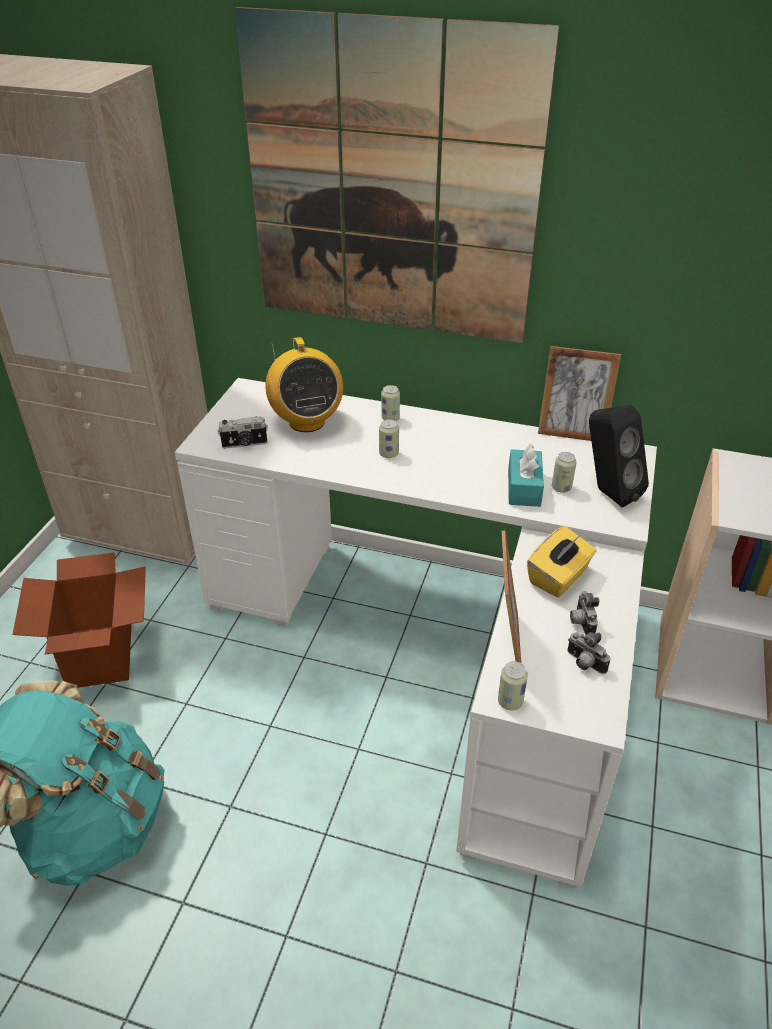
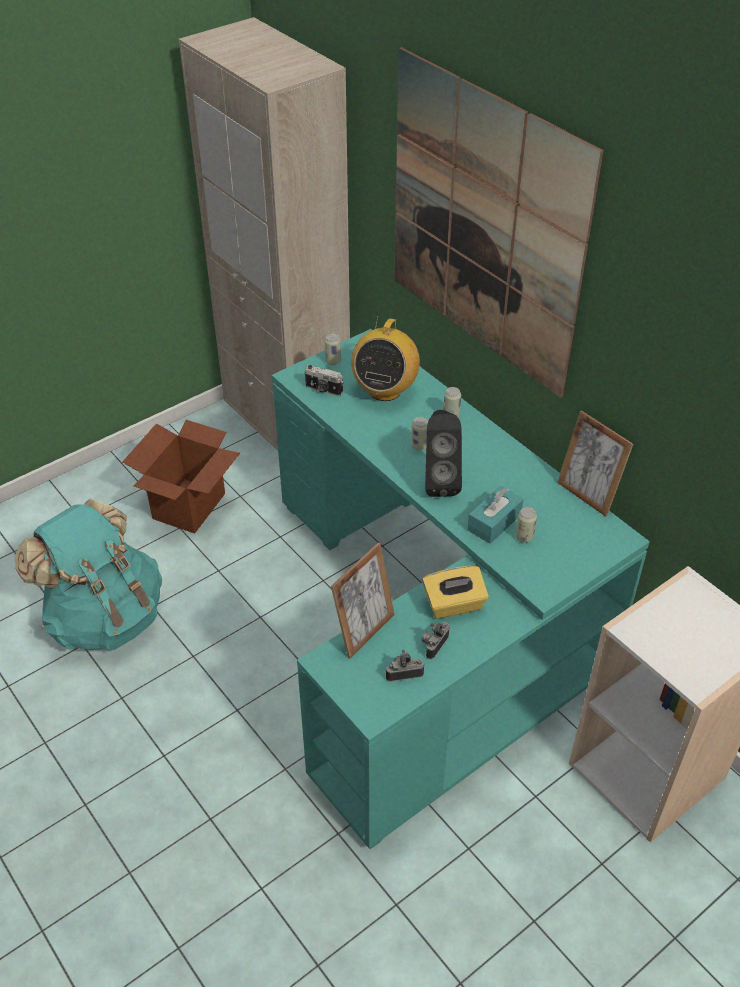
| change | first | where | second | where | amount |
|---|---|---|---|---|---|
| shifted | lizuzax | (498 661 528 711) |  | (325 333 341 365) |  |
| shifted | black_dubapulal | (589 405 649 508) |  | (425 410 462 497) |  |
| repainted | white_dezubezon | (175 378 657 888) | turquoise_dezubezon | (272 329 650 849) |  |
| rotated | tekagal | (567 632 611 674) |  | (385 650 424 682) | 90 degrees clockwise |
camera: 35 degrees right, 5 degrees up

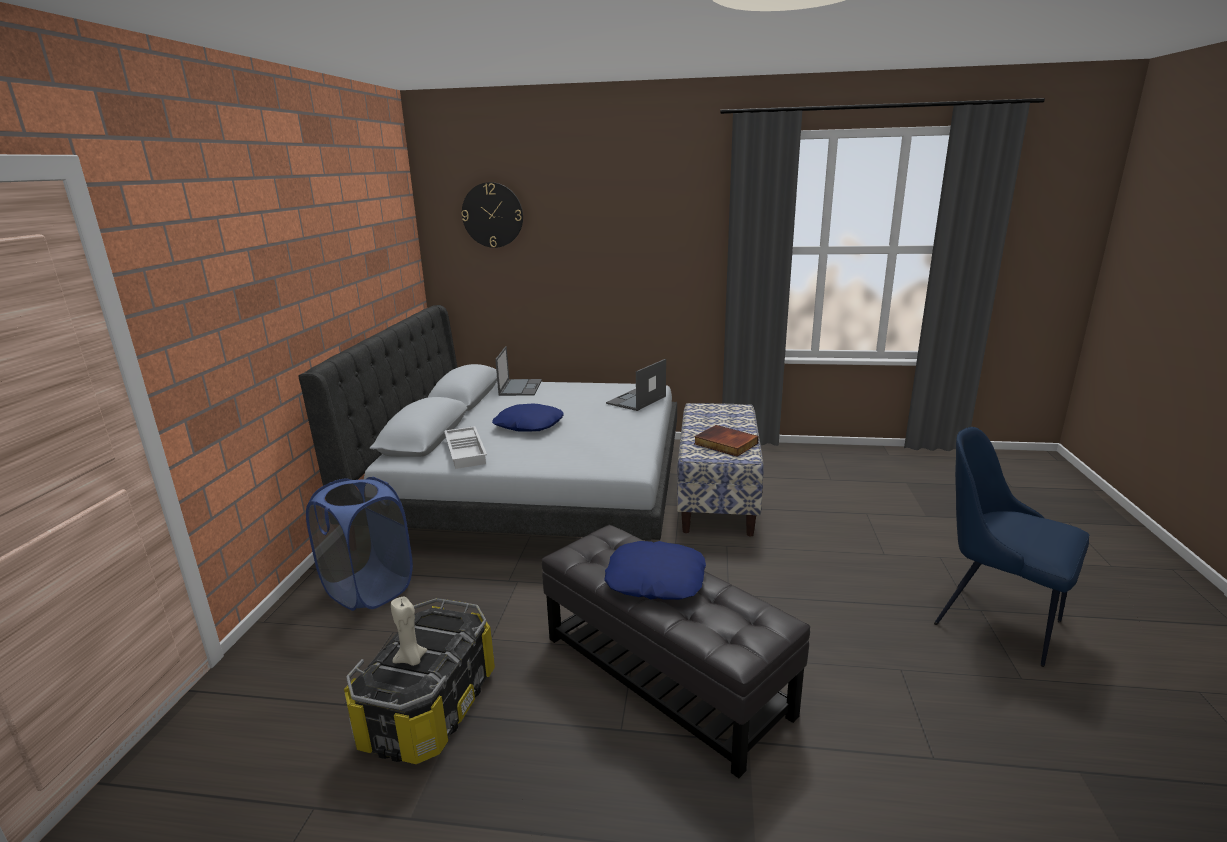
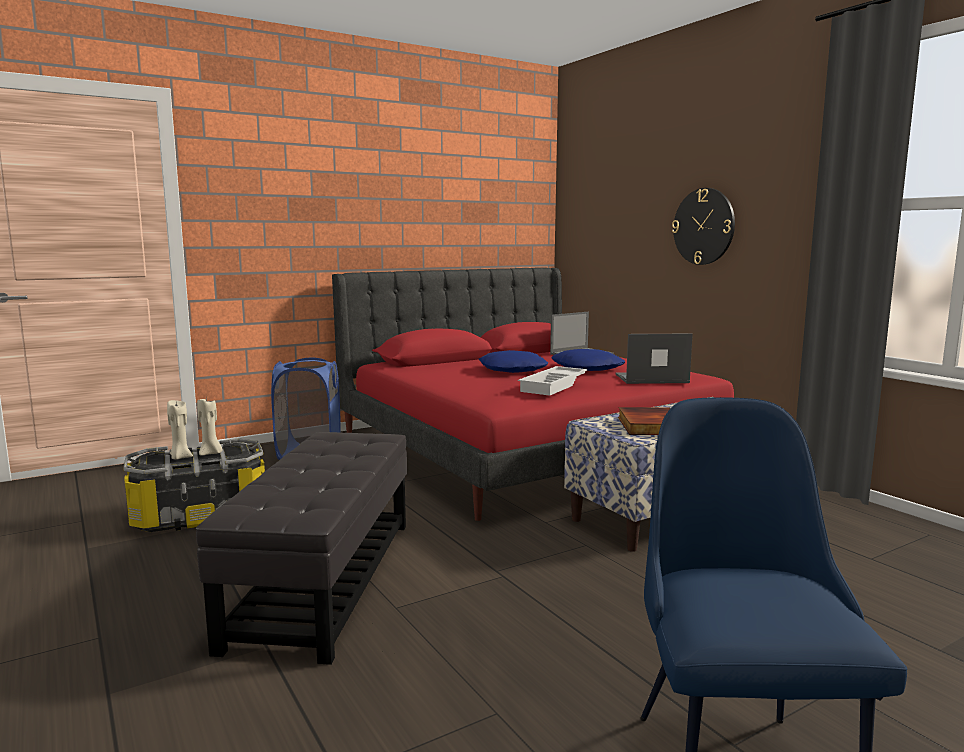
| change | first | where | second | where | amount |
|---|---|---|---|---|---|
| new |  |  | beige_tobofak | (197 399 222 456) |  |
| shifted | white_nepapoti | (444 426 487 469) |  | (518 366 587 396) |  |
| shifted | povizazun | (461 182 523 248) |  | (672 188 735 265) |  |
| shifted | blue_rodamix | (604 541 706 600) |  | (551 349 625 371) |  |
| repainted | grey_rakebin | (299 305 677 541) | red_rakebin | (332 267 734 521) |  |
camera: 50 degrees right, 10 degrees down

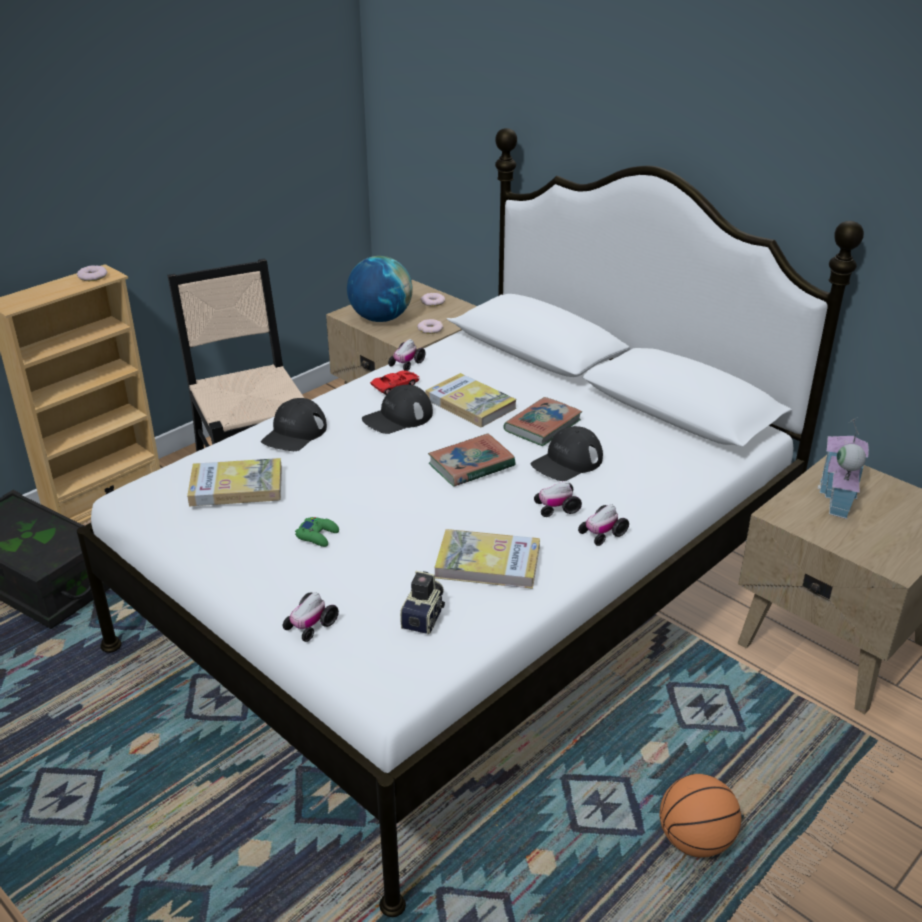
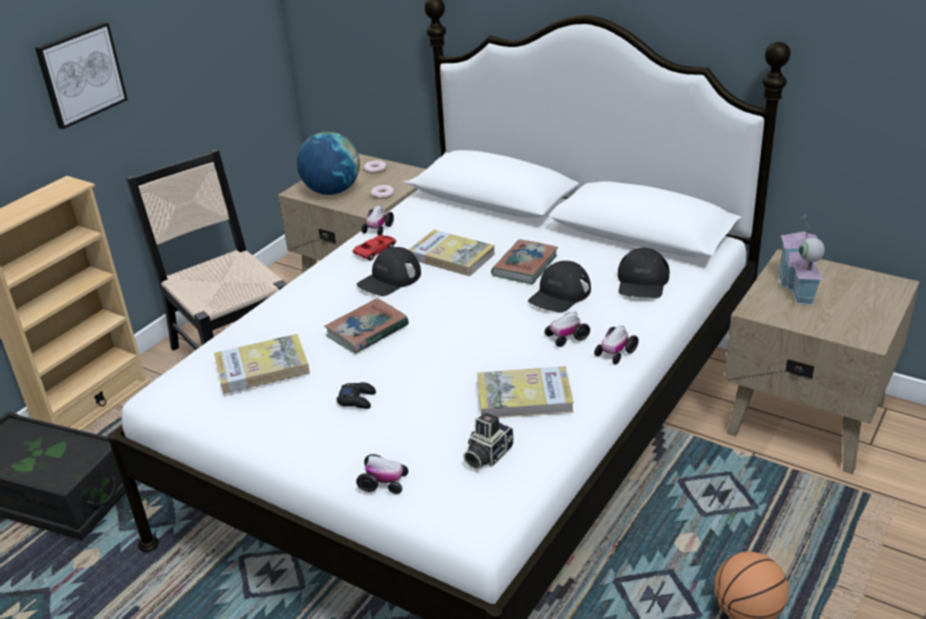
| change | first | where | second | where | amount |
|---|---|---|---|---|---|
| gone | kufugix | (77 266 107 281) |  |  |  |
| new |  |  | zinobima | (35 22 128 129) |  |
| shifted | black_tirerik | (261 398 327 451) |  | (618 248 670 298) |  |
| shifted | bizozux | (428 433 515 487) |  | (324 298 409 354) |  |
| repainted | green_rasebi | (295 517 339 547) | black_rasebi | (336 382 376 409) |  |
| rotated | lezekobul | (283 592 339 642) |  | (356 454 408 494) | 105 degrees counterclockwise |
| rotated | tekagal | (400 571 445 634) |  | (463 412 513 470) | 150 degrees counterclockwise |
camera: 10 degrees left, 0 degrees up

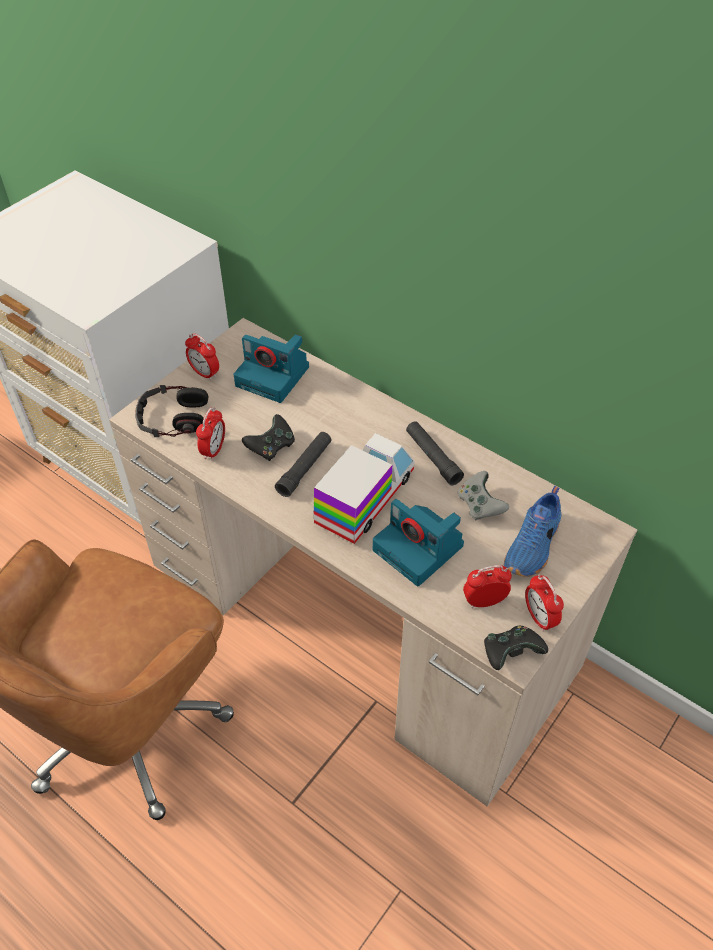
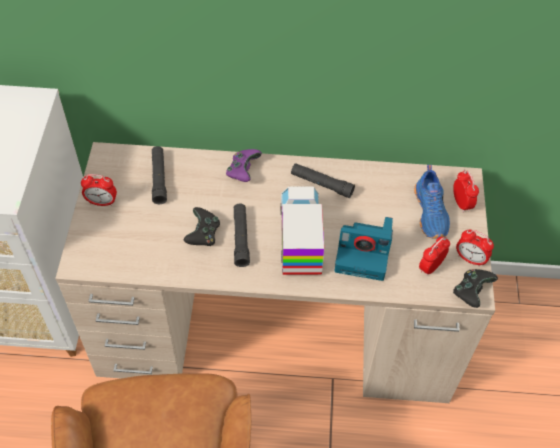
| change | first | where | second | where | amount |
|---|---|---|---|---|---|
| gone | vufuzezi | (135 385 208 437) |  |  |  |
| gone | grey_rasebi | (458 471 509 521) |  |  |  |
| new |  |  | purple_rasebi | (226 149 262 182) |  |
| shifted | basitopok | (196 407 225 461) |  | (453 170 479 213) |  |
| swapped | tekagal | (233 335 309 403) | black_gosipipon | (152 146 167 204) |  |
camera: 35 degrees left, 5 degrees up

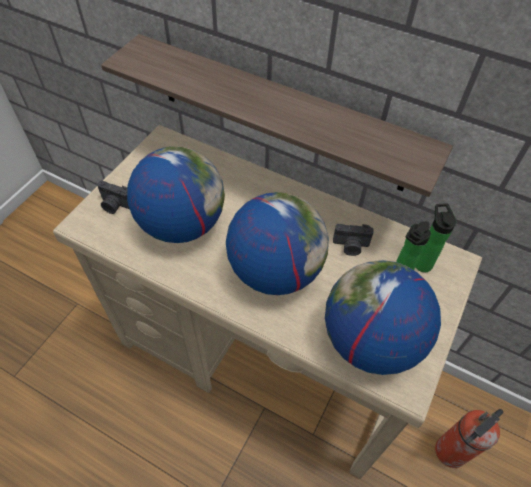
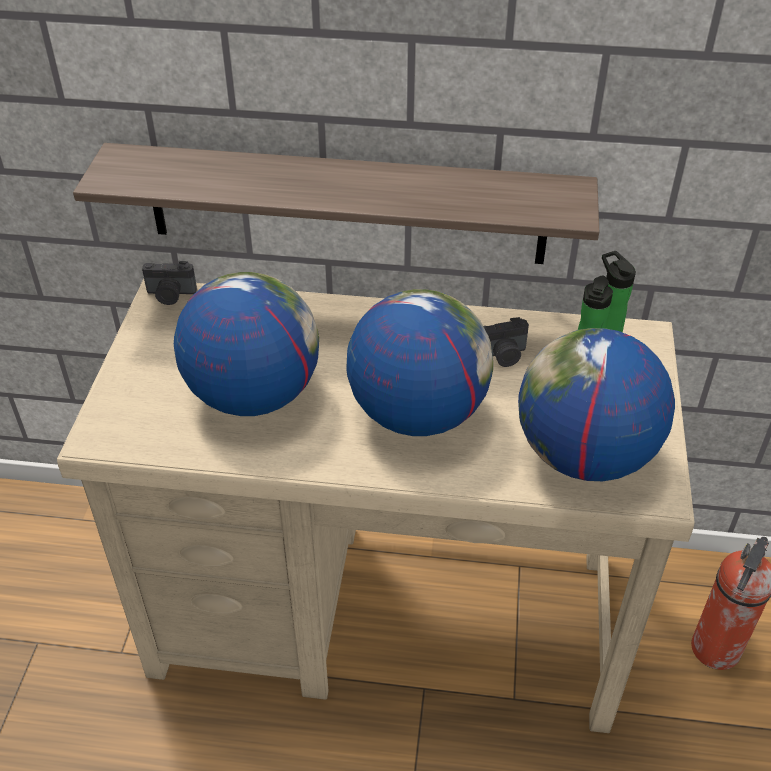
| change | first | where | second | where | amount |
|---|---|---|---|---|---|
| shifted | tekagal | (97 181 129 214) |  | (142 261 197 305) |  |
camera: 20 degrees left, 10 degrees down

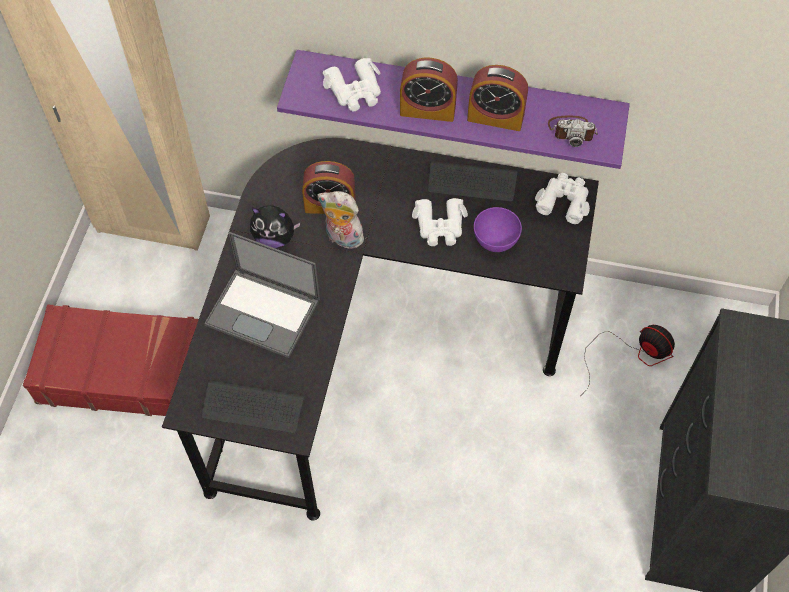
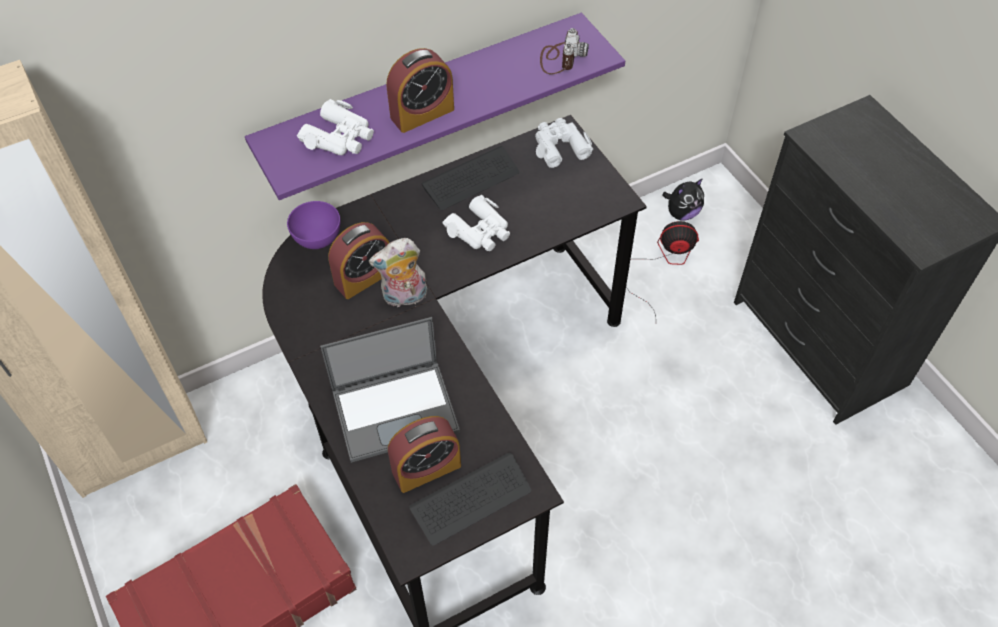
| change | first | where | second | where | amount |
|---|---|---|---|---|---|
| shifted | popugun | (250 206 300 248) |  | (662 178 704 221) |  |
| shifted | basitopok | (467 65 528 131) |  | (388 416 461 493) |  |
| shifted | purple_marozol | (474 207 522 252) |  | (287 201 340 249) |  |
| rotated | tekagal | (548 116 598 147) |  | (540 28 589 74) | 45 degrees counterclockwise |
camera: 40 degrees left, 5 degrees down

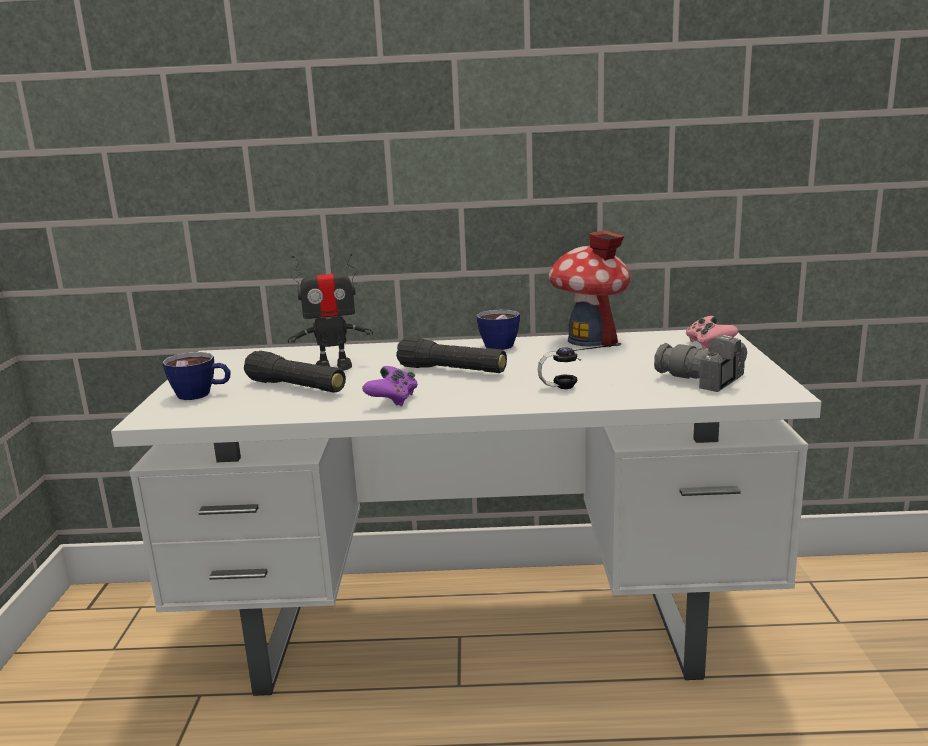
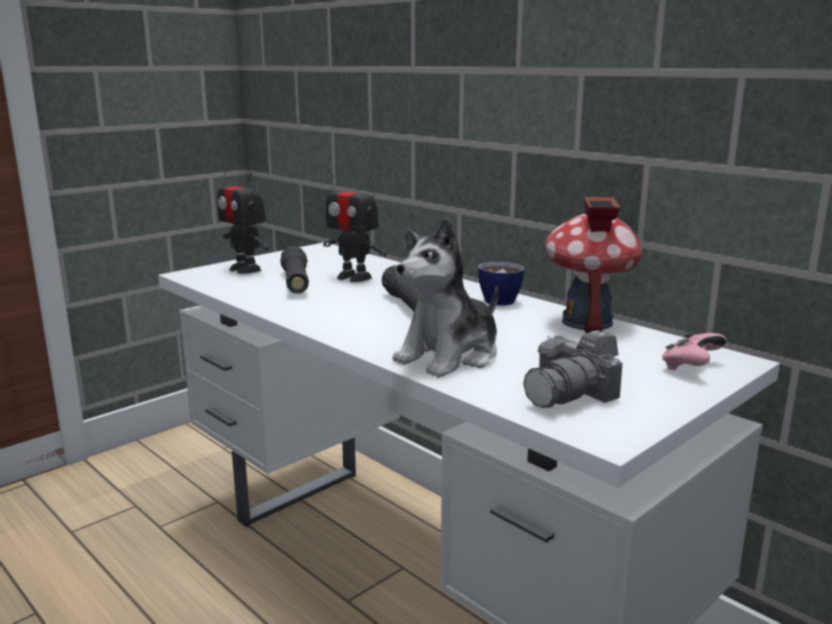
| change | first | where | second | where | amount |
|---|---|---|---|---|---|
| gone | purple_rasebi | (362 366 418 407) |  |  |  |
| swapped | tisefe | (162 352 230 400) | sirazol | (217 165 269 274) |  |
| swapped | vufuzezi | (538 343 621 389) | popugun | (392 218 498 378) |  |
| rotated | tekagal | (654 335 747 392) |  | (523 331 622 408) | 120 degrees counterclockwise |
camera: 45 degrees right, 0 degrees up

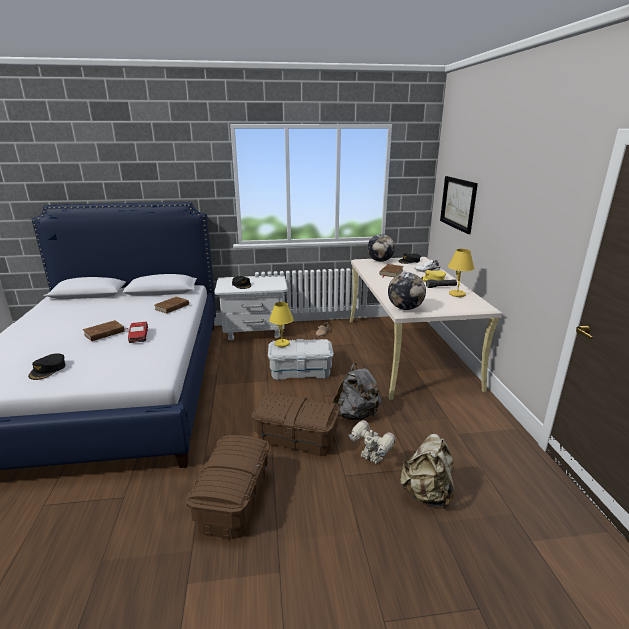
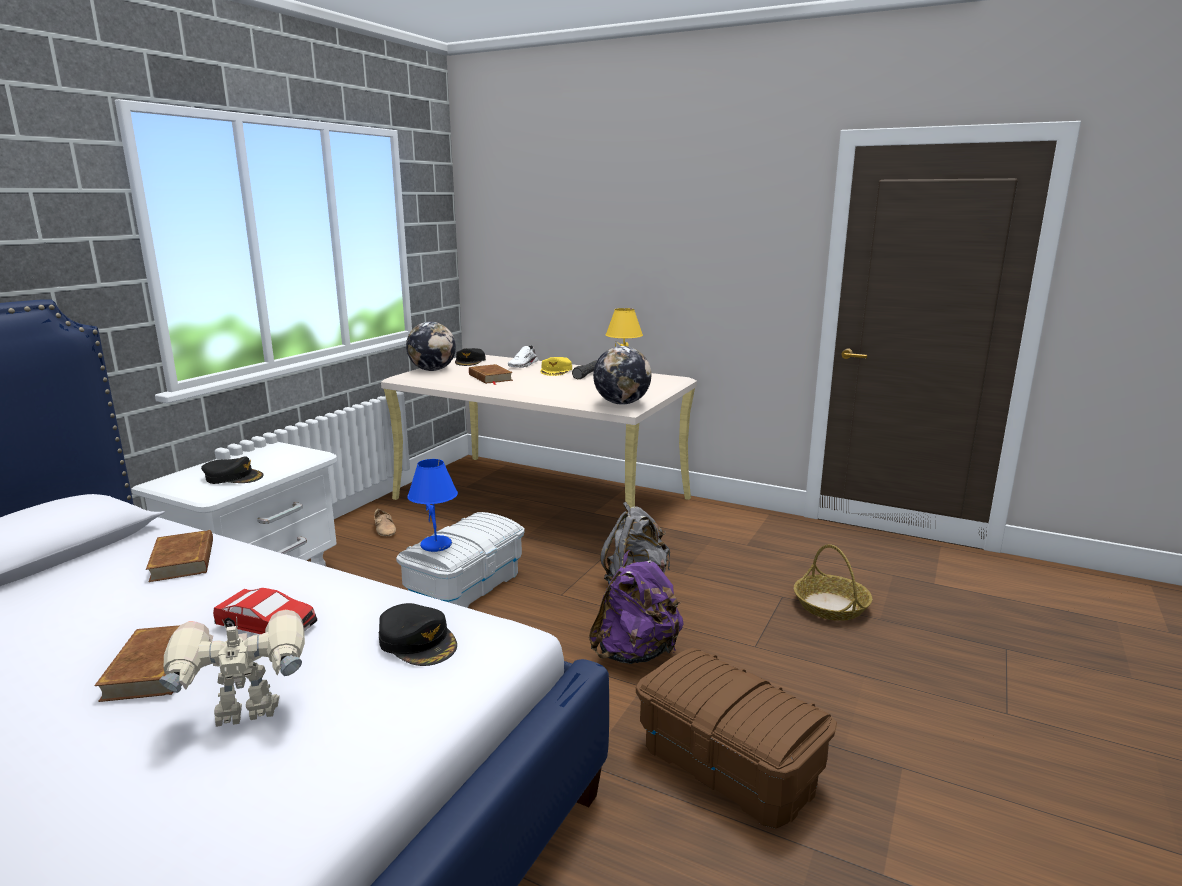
| change | first | where | second | where | amount |
|---|---|---|---|---|---|
| gone | zinobima | (440 176 478 234) |  |  |  |
| shifted | black_tirerik | (28 353 66 380) |  | (379 603 457 666) |  |
| shifted | sirazol | (349 420 396 465) |  | (159 609 305 727) |  |
| swapped | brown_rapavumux | (252 392 340 456) | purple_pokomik | (589 550 684 664) |  |
| swapped | beige_pokomik | (400 434 454 509) | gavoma | (794 544 872 621) |  |
| repainted | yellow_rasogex | (269 302 294 347) | blue_rasogex | (407 459 458 552) |  |
camera: 55 degrees left, 5 degrees down

